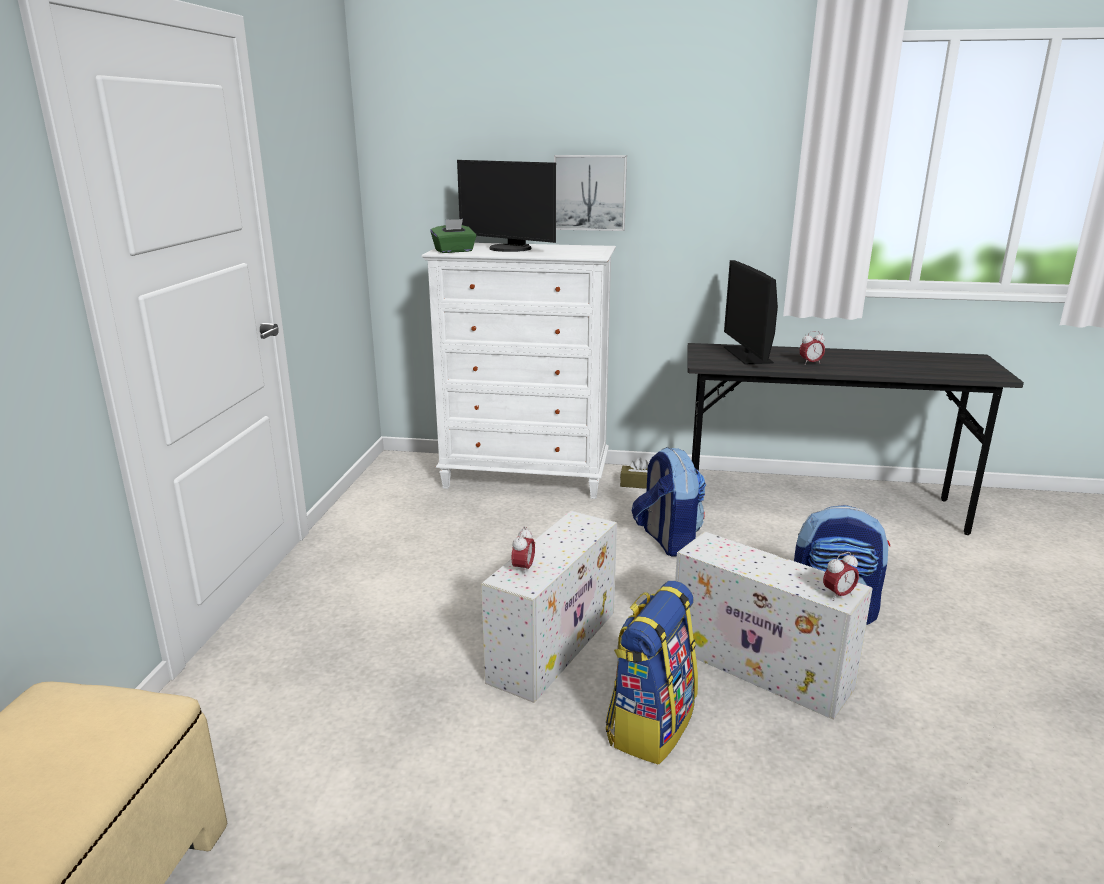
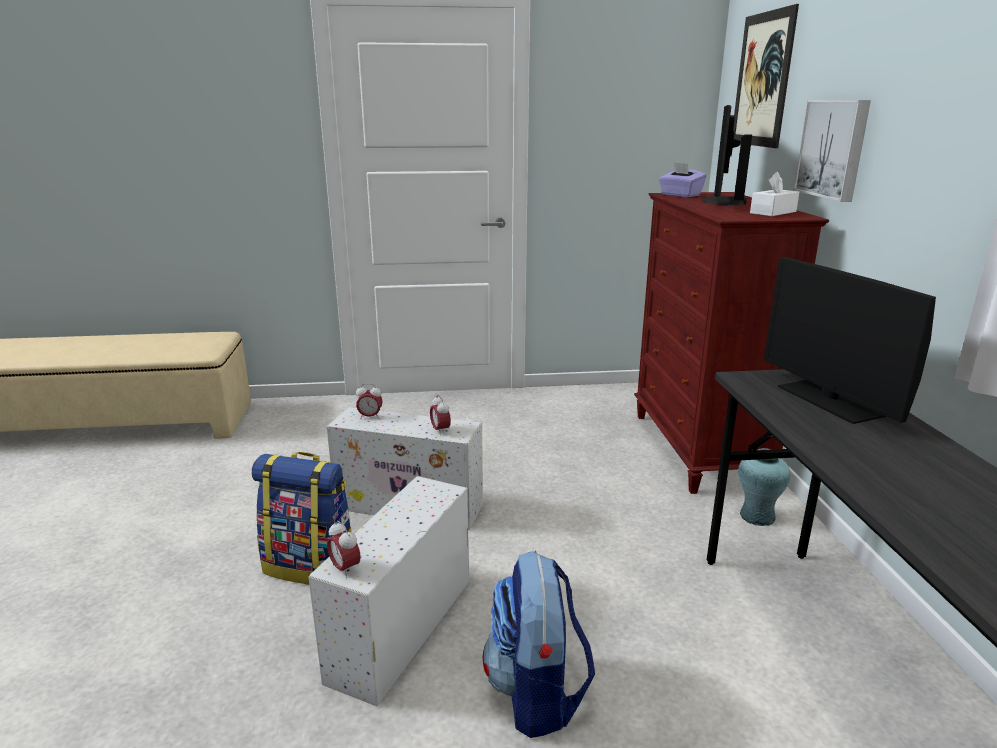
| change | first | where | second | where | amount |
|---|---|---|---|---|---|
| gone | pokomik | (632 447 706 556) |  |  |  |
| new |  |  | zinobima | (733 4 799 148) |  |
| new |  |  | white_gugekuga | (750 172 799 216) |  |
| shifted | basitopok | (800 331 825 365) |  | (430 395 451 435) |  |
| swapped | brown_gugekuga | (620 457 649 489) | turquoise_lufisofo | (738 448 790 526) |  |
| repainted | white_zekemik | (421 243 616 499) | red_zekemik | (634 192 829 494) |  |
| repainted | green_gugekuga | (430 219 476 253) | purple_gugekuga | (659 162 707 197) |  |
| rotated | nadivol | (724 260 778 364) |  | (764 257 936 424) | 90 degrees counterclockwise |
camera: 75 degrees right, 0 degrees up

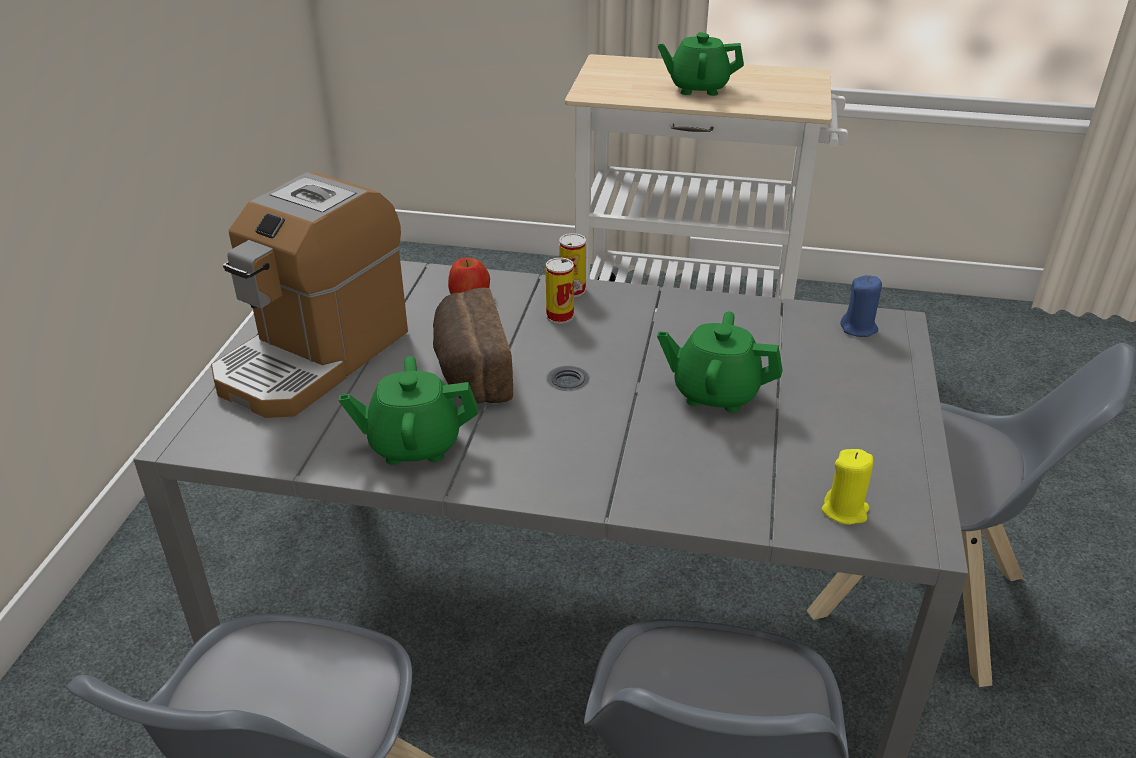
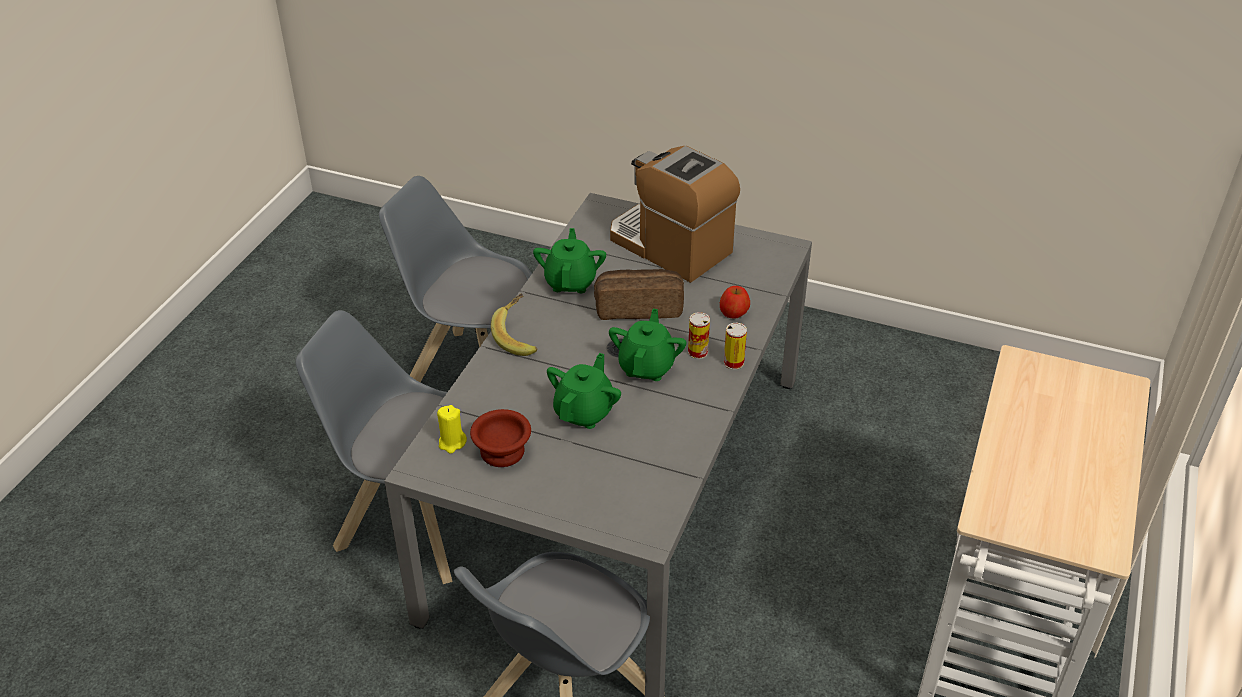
| change | first | where | second | where | amount |
|---|---|---|---|---|---|
| gone | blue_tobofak | (841 275 882 337) |  |  |  |
| new |  |  | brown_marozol | (470 409 531 467) |  |
| new |  |  | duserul | (491 294 537 356) |  |
| shifted | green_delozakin | (658 32 744 96) |  | (609 309 687 381) |  |
camera: 100 degrees right, 5 degrees up

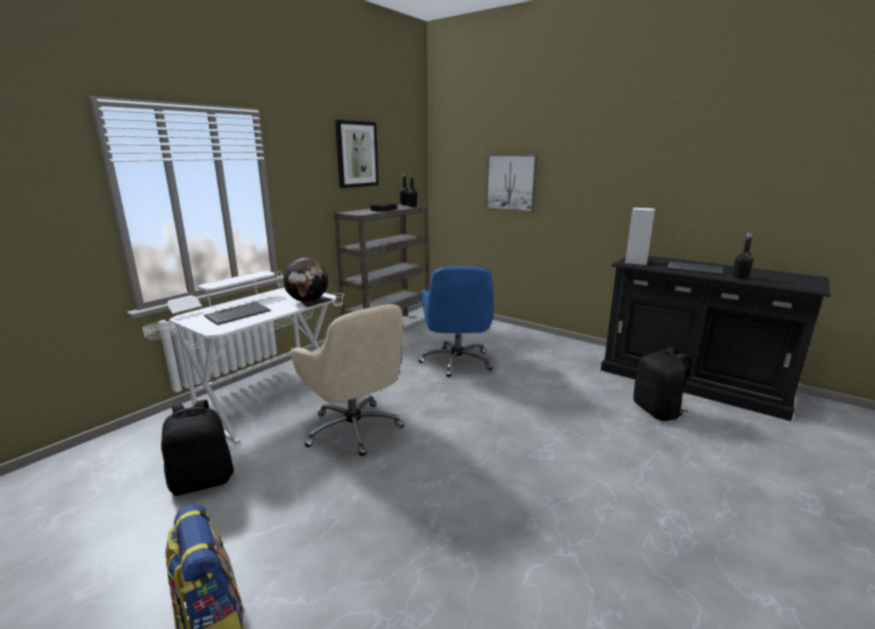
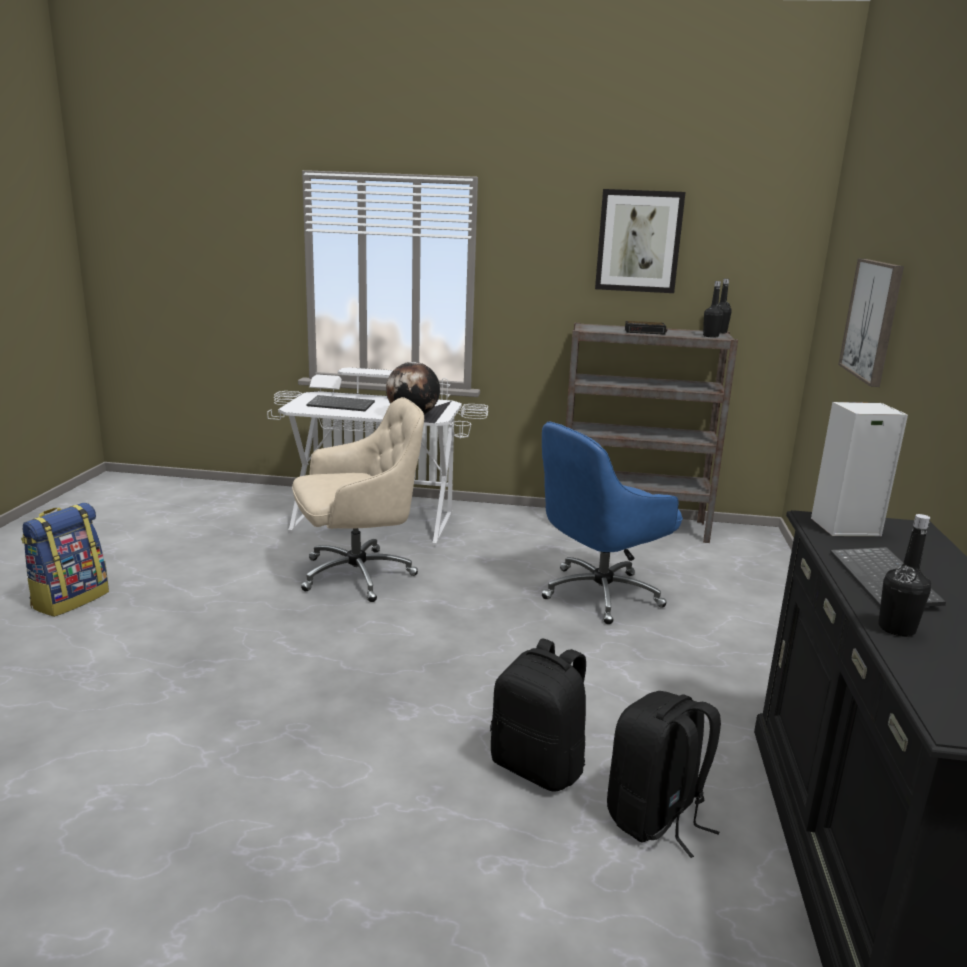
| change | first | where | second | where | amount |
|---|---|---|---|---|---|
| shifted | black_pokomik | (161 400 234 496) |  | (490 639 586 792) |  |
| rotated | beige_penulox | (291 304 404 456) |  | (292 397 424 602) | 135 degrees counterclockwise |
camera: 60 degrees right, 0 degrees up

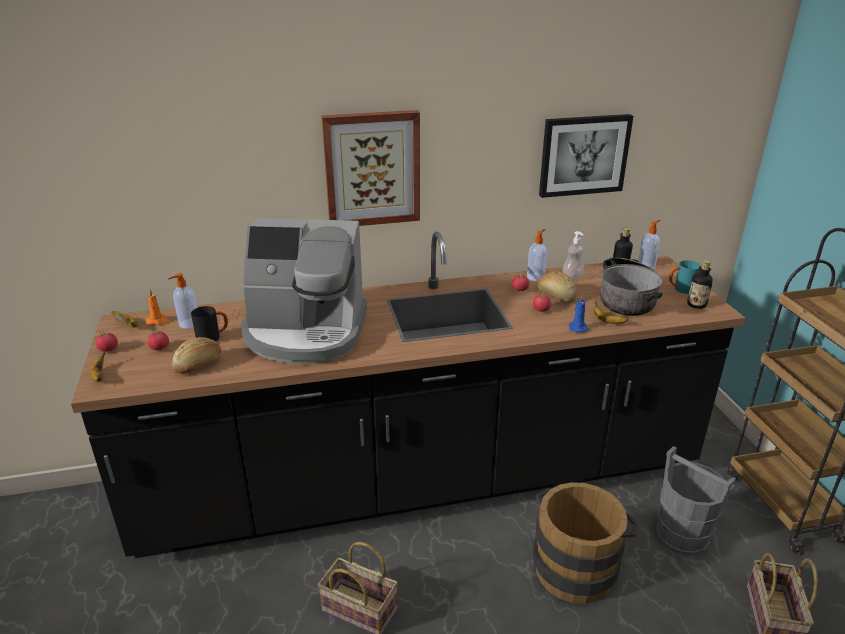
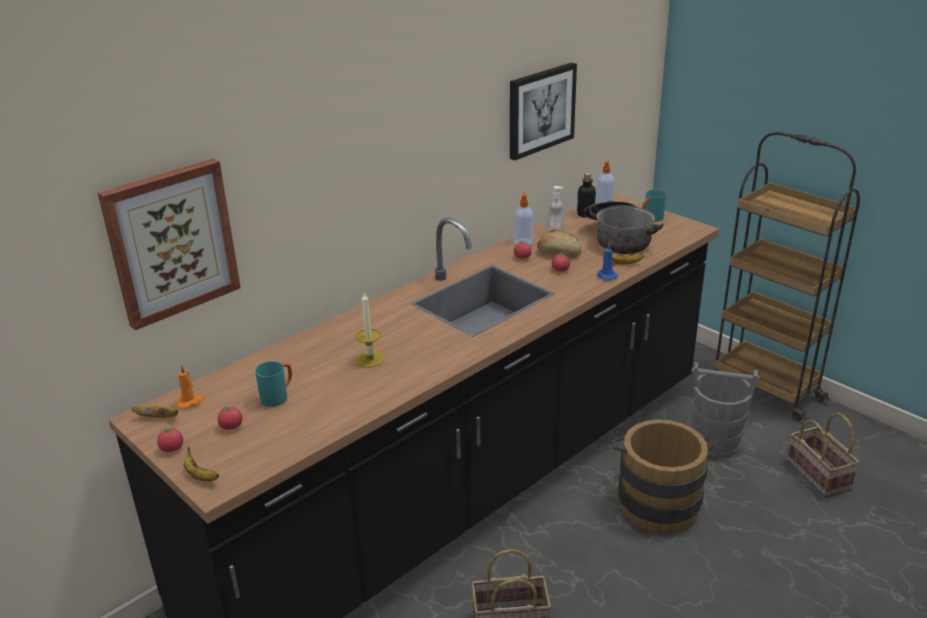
| change | first | where | second | where | amount |
|---|---|---|---|---|---|
| gone | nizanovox | (168 273 197 329) |  |  |  |
| gone | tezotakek | (172 337 221 374) |  |  |  |
| gone | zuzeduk | (687 260 713 309) |  |  |  |
| shifted | zinobima | (321 110 420 226) |  | (98 159 241 330) |  |
| swapped | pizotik | (241 218 367 364) | tobofak | (356 292 385 368) |  |
| repainted | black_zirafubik | (191 306 228 341) | turquoise_zirafubik | (255 361 292 407) |  |
camera: 30 degrees left, 0 degrees up

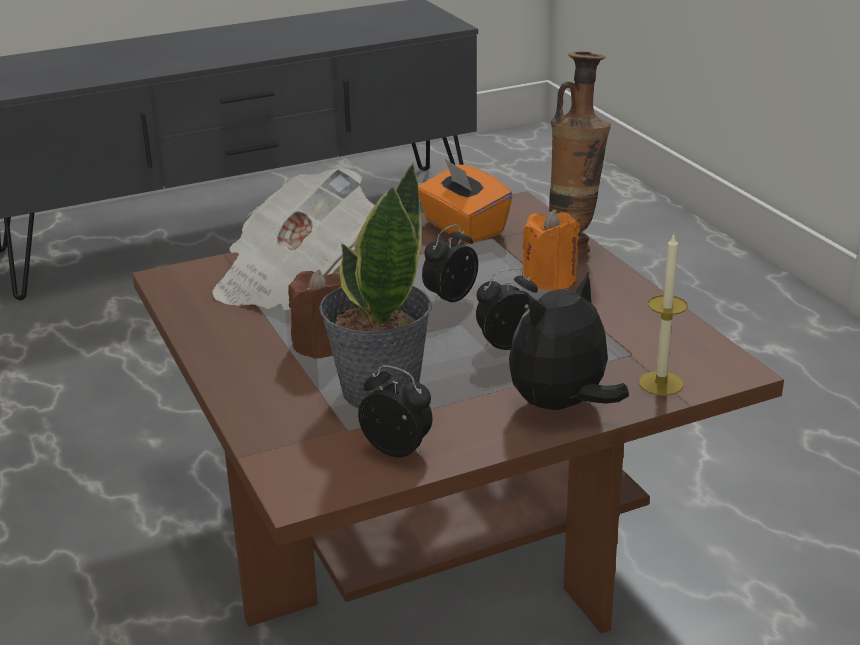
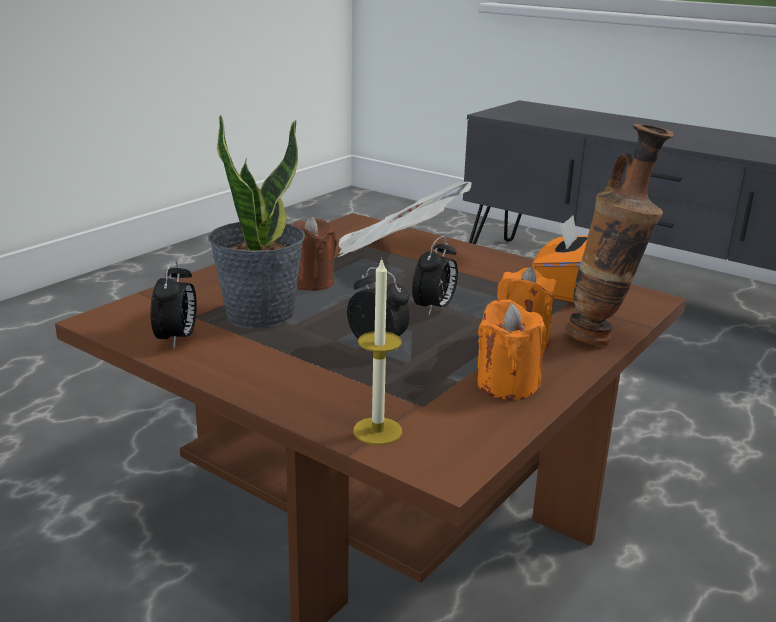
| change | first | where | second | where | amount |
|---|---|---|---|---|---|
| gone | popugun | (509 272 629 410) |  |  |  |
| new |  |  | orange_tobofak | (477 299 546 400) |  |
| rotated | basitopok | (422 224 478 305) |  | (412 236 458 315) | 105 degrees clockwise |
camera: 60 degrees right, 5 degrees down

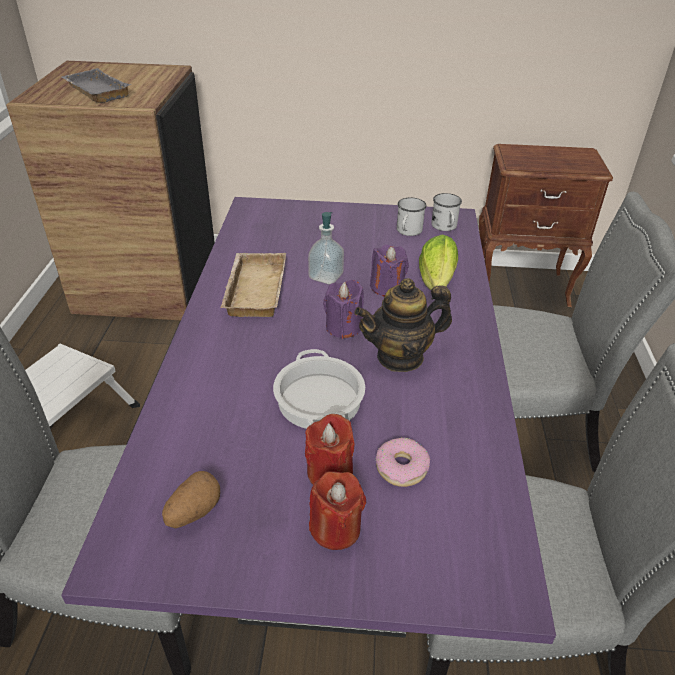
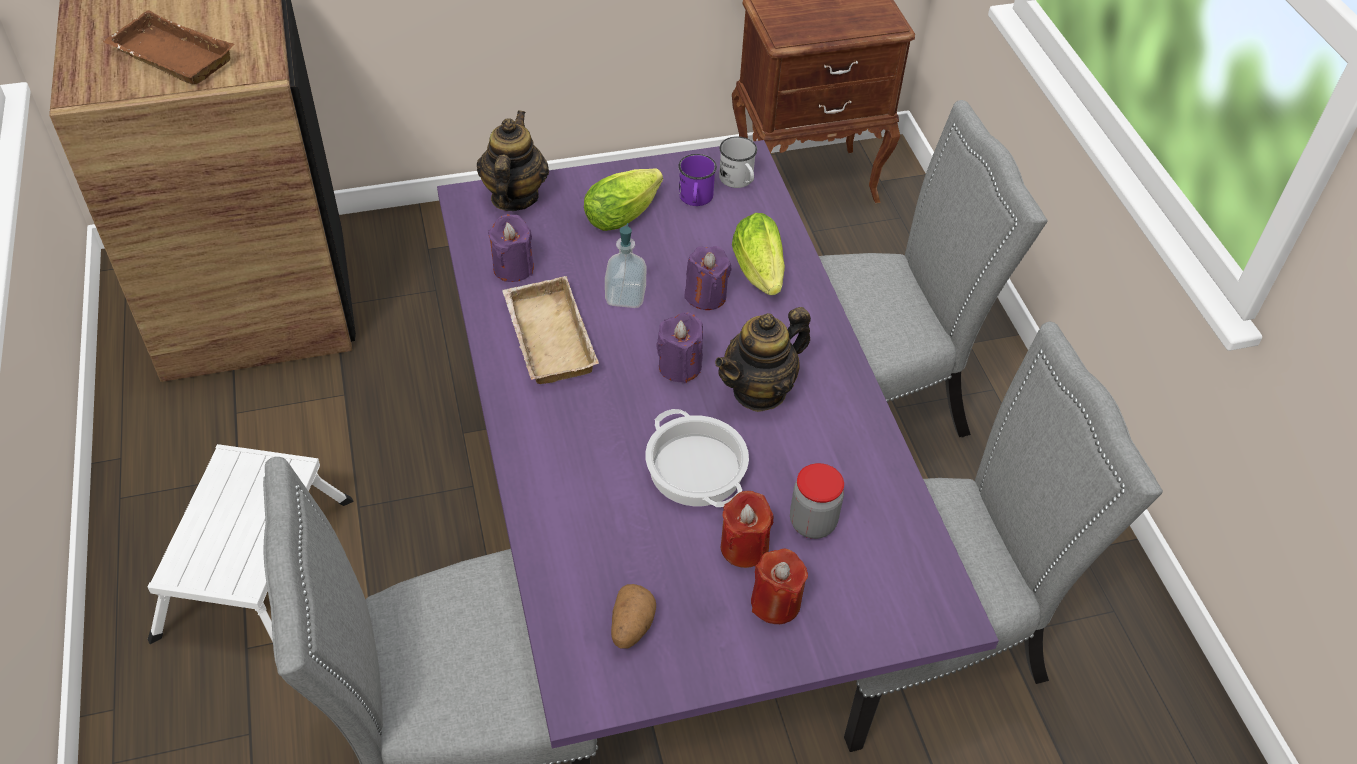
| change | first | where | second | where | amount |
|---|---|---|---|---|---|
| new |  |  | delozakin | (477 110 549 211) |  |
| new |  |  | purple_tobofak | (488 214 534 282) |  |
| new |  |  | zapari | (584 168 663 231) |  |
| swapped | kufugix | (376 438 430 487) | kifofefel | (790 463 844 539) |  |
| repainted | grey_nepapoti | (62 68 131 103) | brown_nepapoti | (103 10 235 85) |  |
| repainted | white_zirafubik | (397 198 427 236) | purple_zirafubik | (678 154 717 206) |  |
camera: 20 degrees left, 10 degrees up

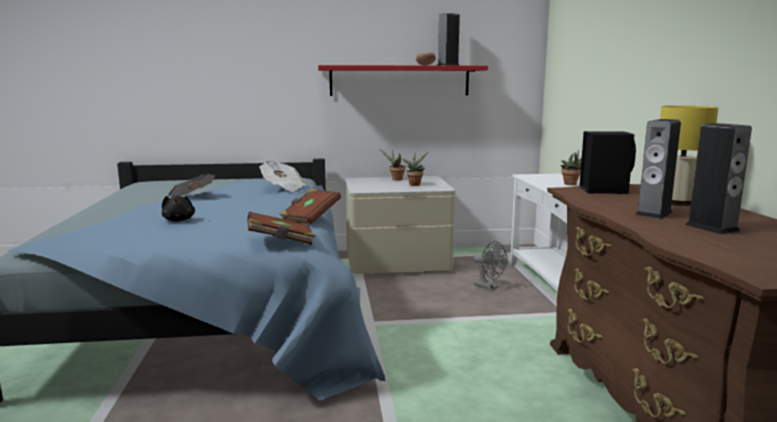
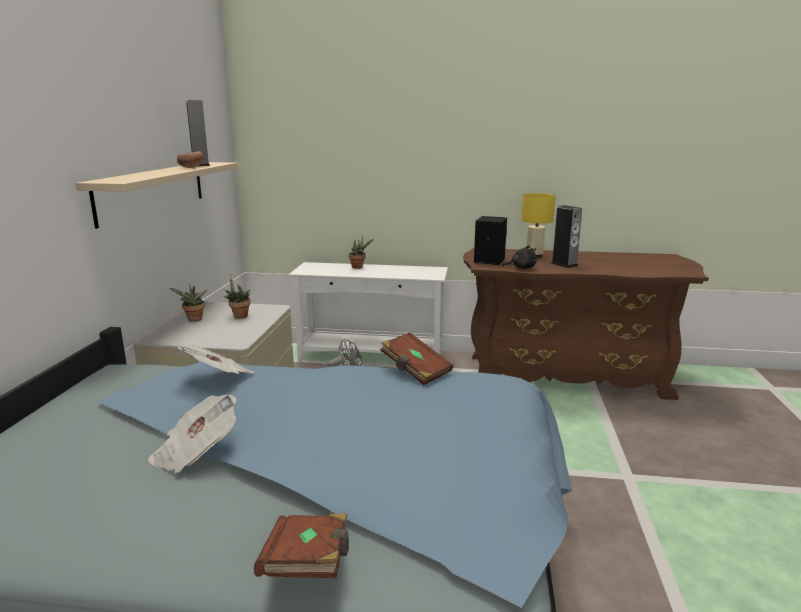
| change | first | where | second | where | amount |
|---|---|---|---|---|---|
| gone | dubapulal | (685 123 752 234) |  |  |  |
| shifted | black_popugun | (162 196 195 221) |  | (502 245 537 269) |  |
| shifted | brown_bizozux | (247 212 315 245) |  | (254 513 349 578) |  |
| repainted | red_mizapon | (318 65 488 96) | beige_mizapon | (76 162 238 229) |  |
camera: 75 degrees left, 5 degrees up

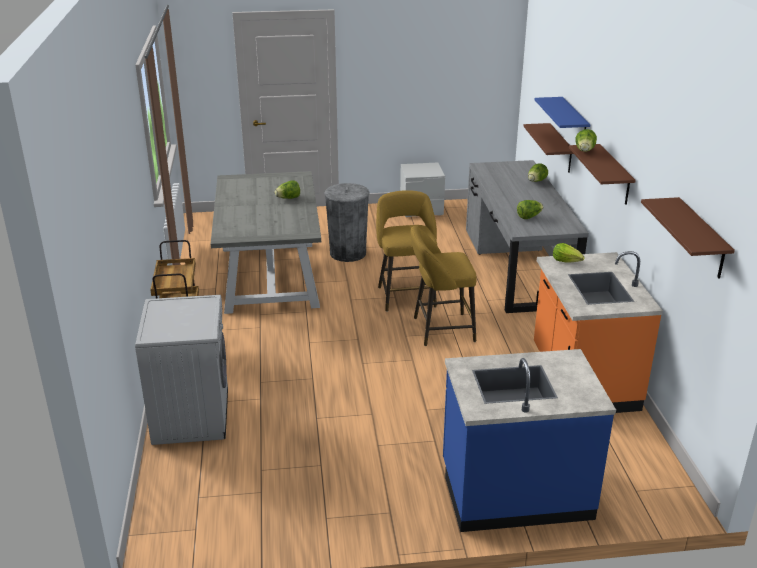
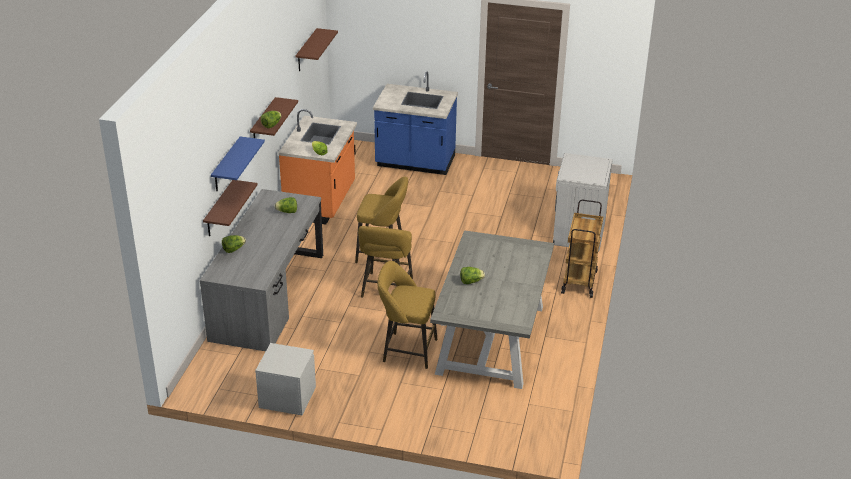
| change | first | where | second | where | amount |
|---|---|---|---|---|---|
| swapped | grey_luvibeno | (324 183 370 262) | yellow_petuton | (377 261 437 369) |  |
camera: 160 degrees left, 5 degrees up

